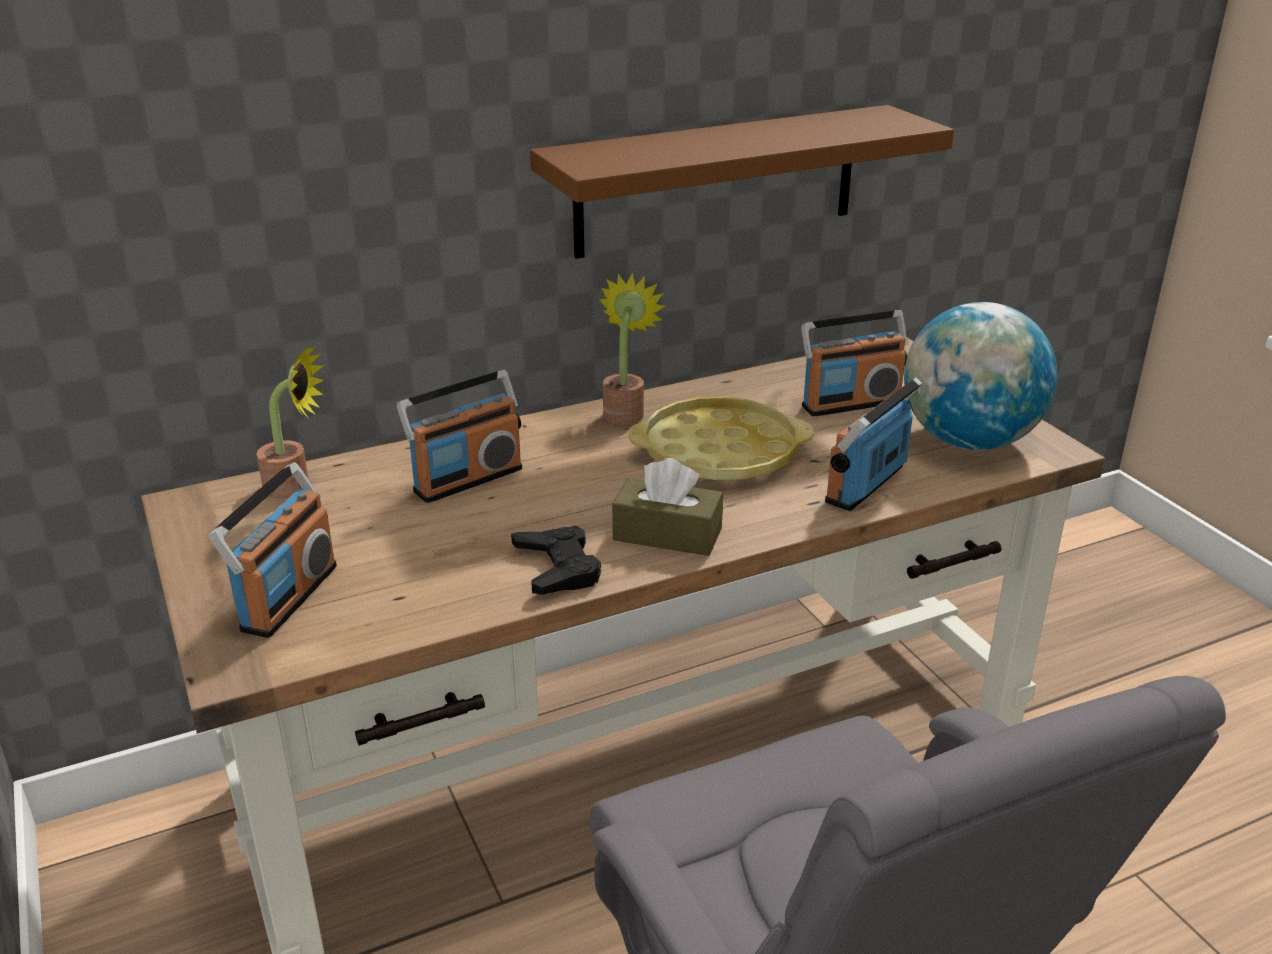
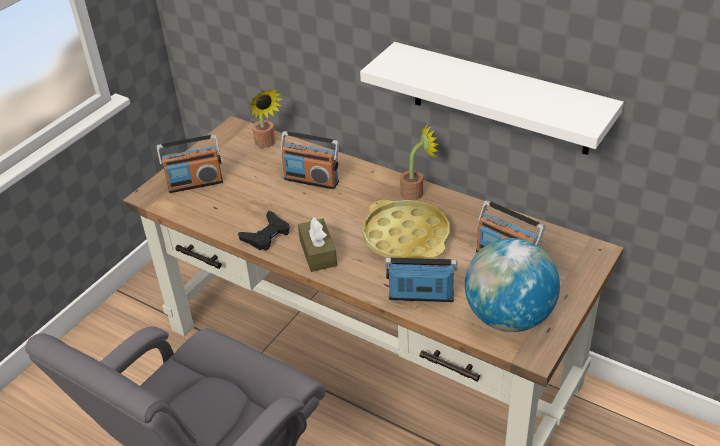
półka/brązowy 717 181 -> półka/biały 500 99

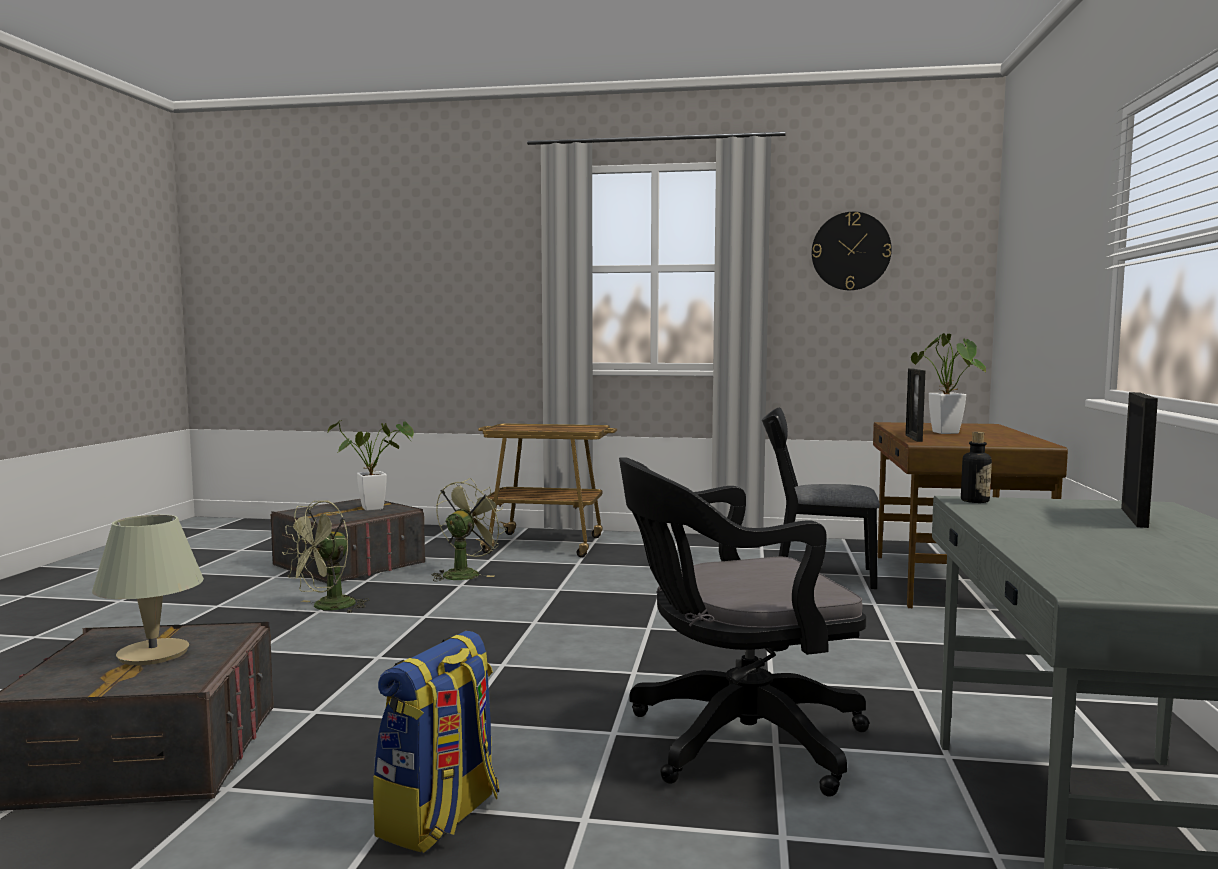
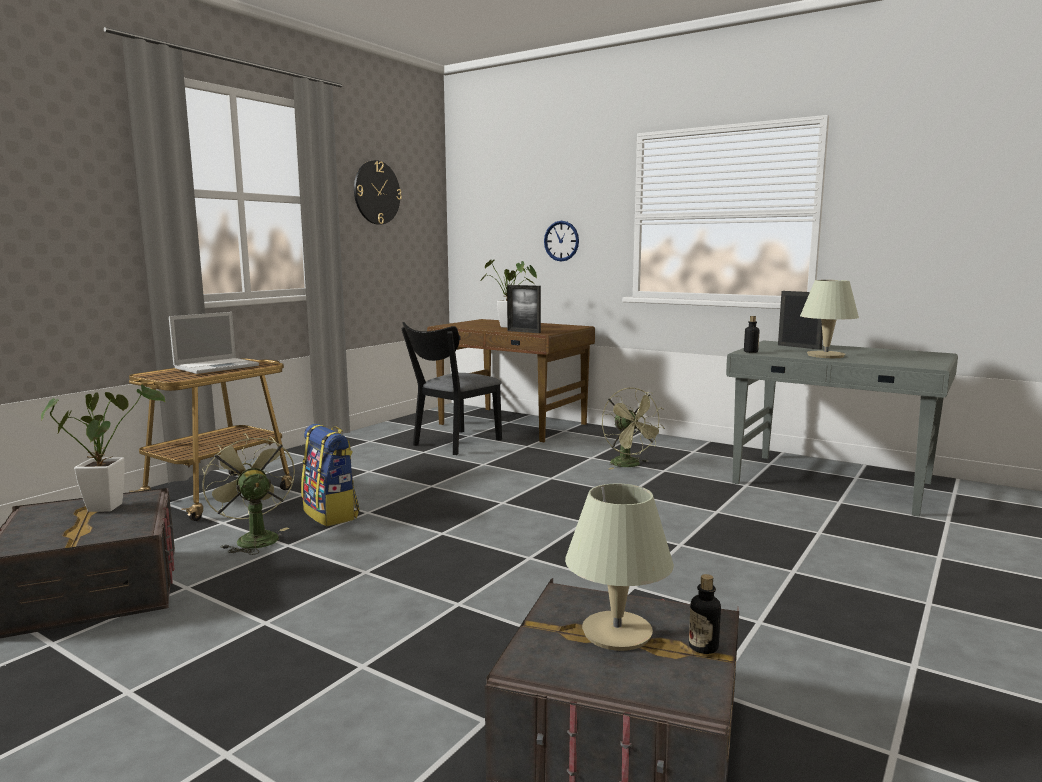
krzesło biurowe/czarny 734 741 -> none
none -> laptop 218 366
none -> zegar ścienny 561 241
none -> butelka 703 647
none -> lampa stołowa/beżowy 825 355
wentylator/zielony 327 608 -> wentylator/zielony 630 465, move
plecak 440 818 -> plecak 331 514, move

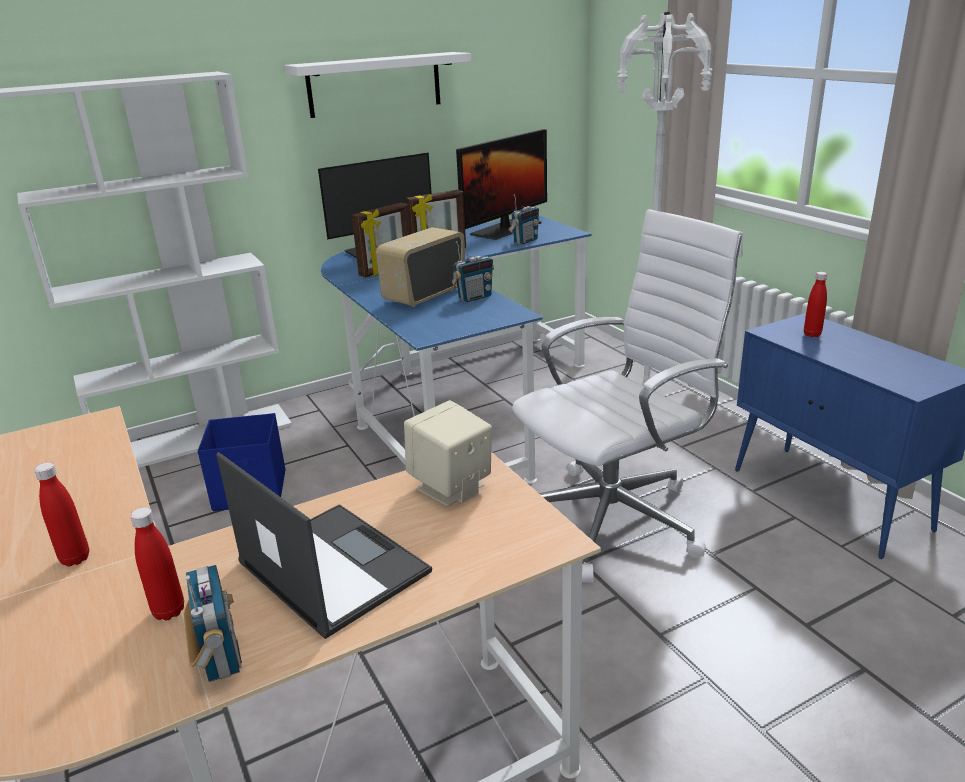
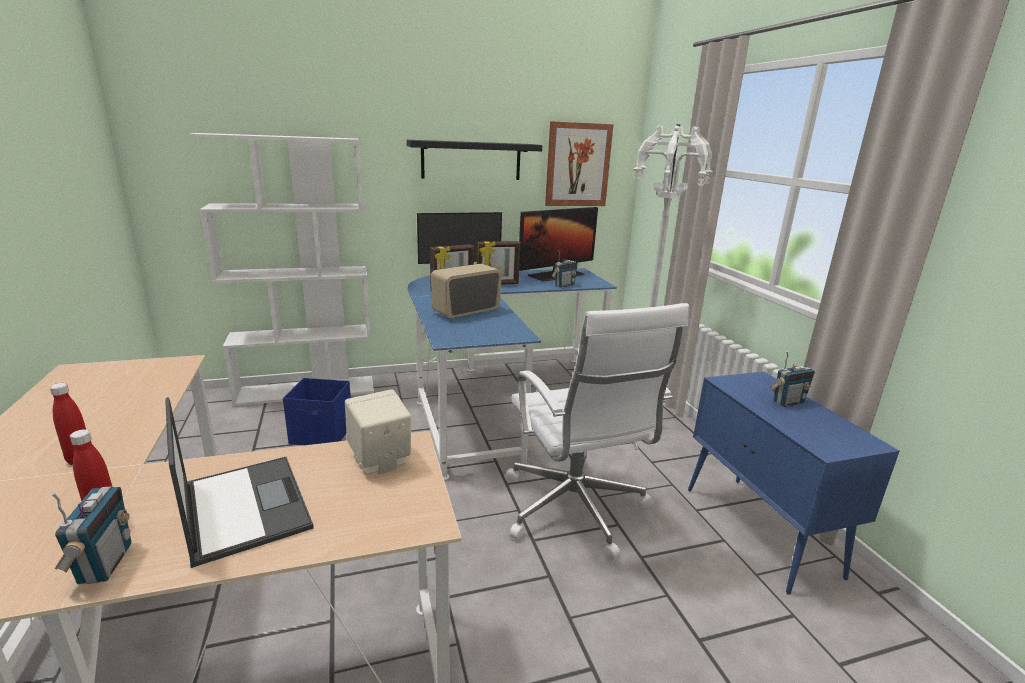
butelka/czerwony 812 334 -> none
none -> obraz 577 165
radio 474 297 -> radio 787 402, move
półka/biały 375 84 -> półka/czarny 471 160
krzesło biurowe/biały 616 519 -> krzesło biurowe/biały 575 510, 90 degrees clockwise

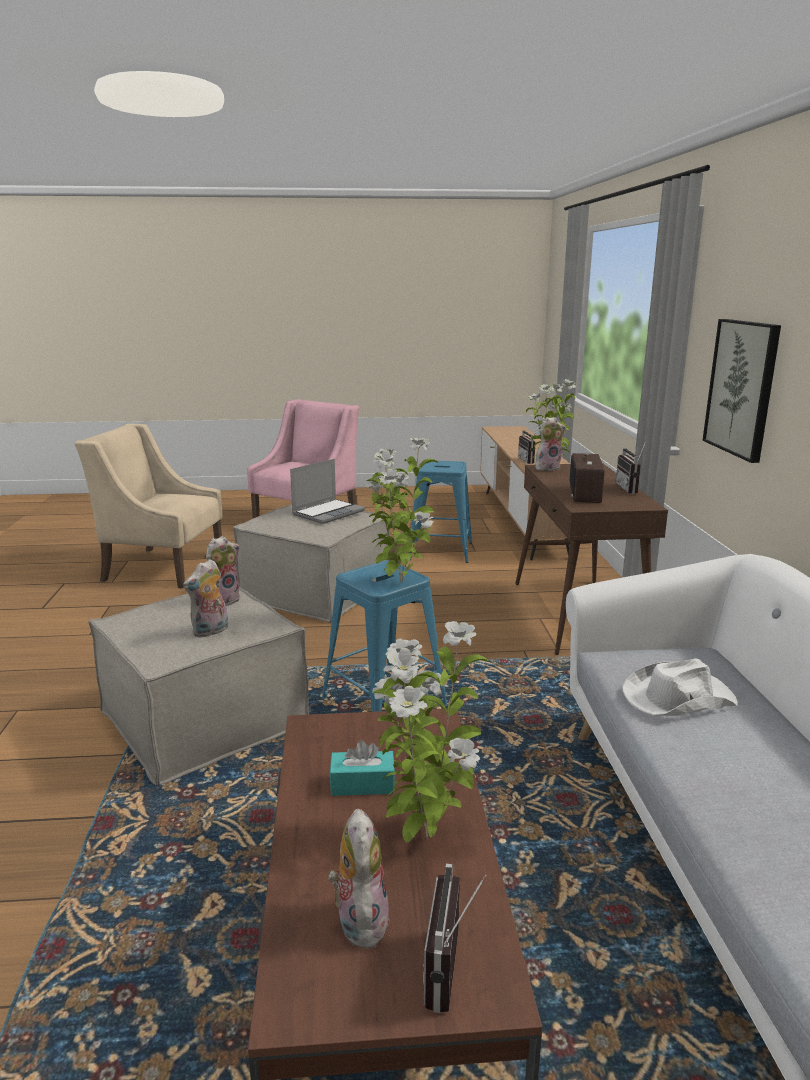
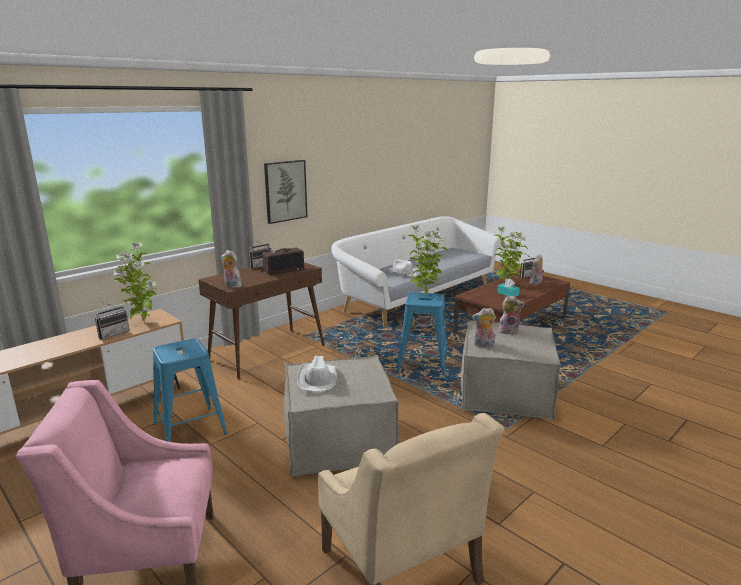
laptop 328 512 -> kapelusz/biały 317 379

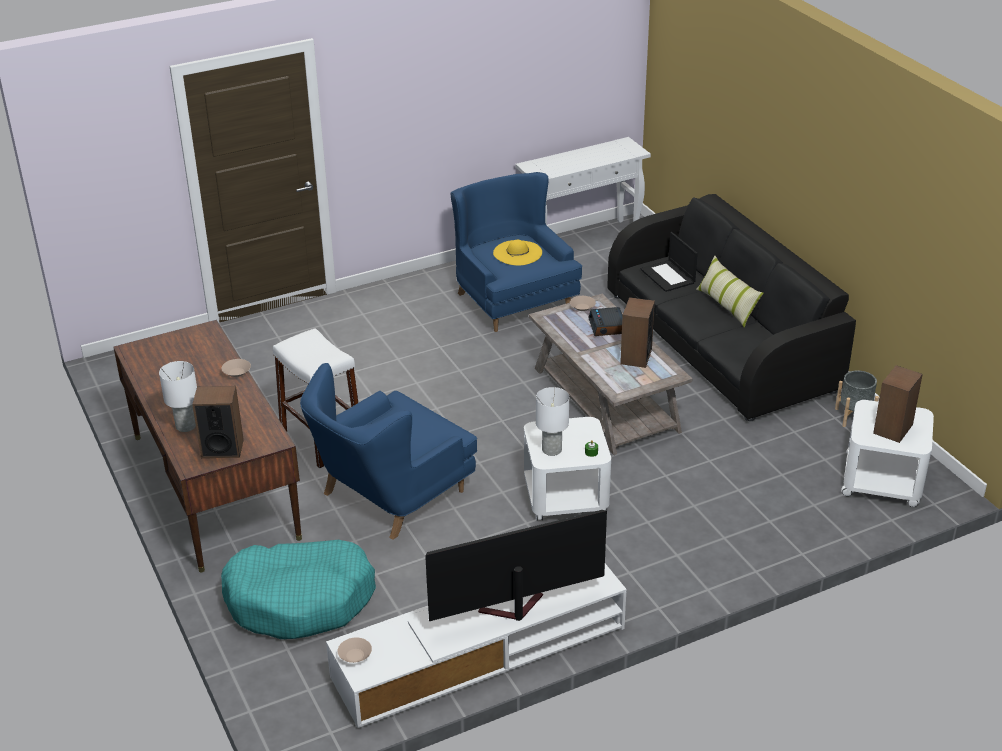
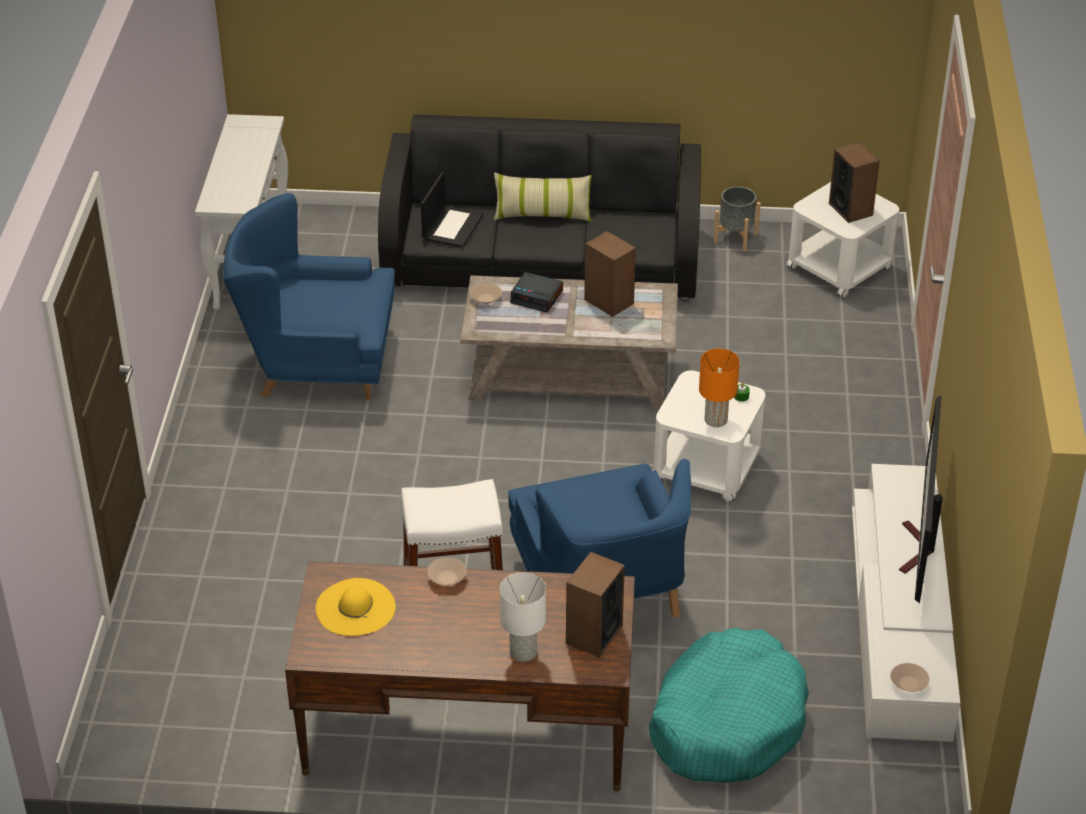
kapelusz/żółty 517 253 -> kapelusz/żółty 355 607, move
lampa stołowa/biały 552 450 -> lampa stołowa/pomarańczowy 716 420
laptop 668 276 -> laptop 452 226, 75 degrees counterclockwise

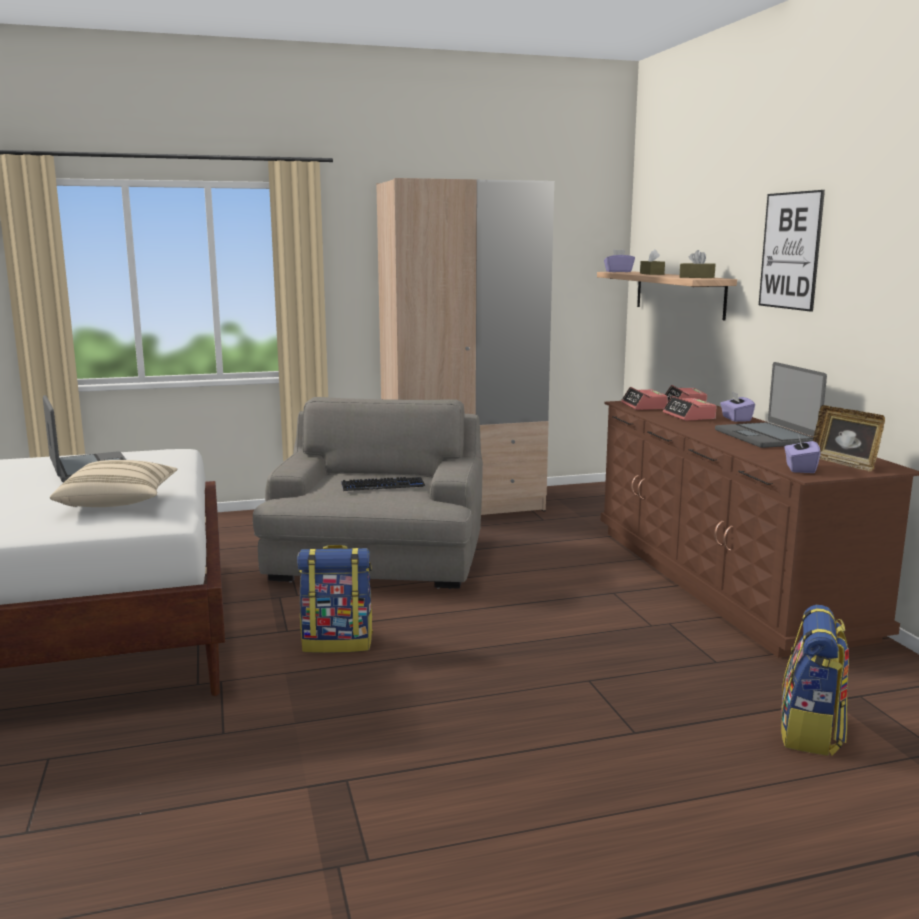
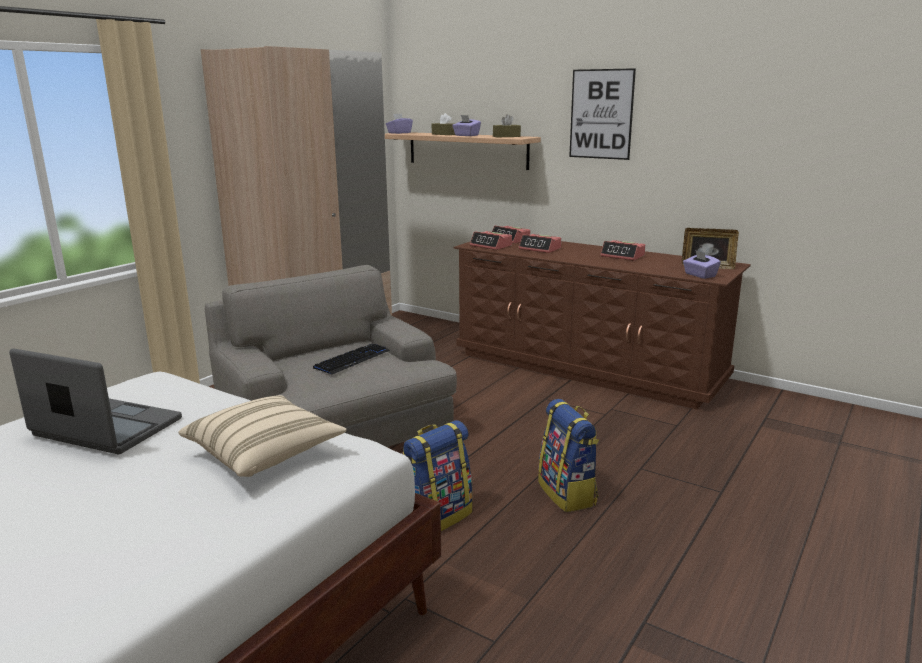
pudełko chusteczek/fioletowy 736 419 -> pudełko chusteczek/fioletowy 466 135, move
plecak 811 732 -> plecak 568 493, move
laptop 766 437 -> budzik 622 256

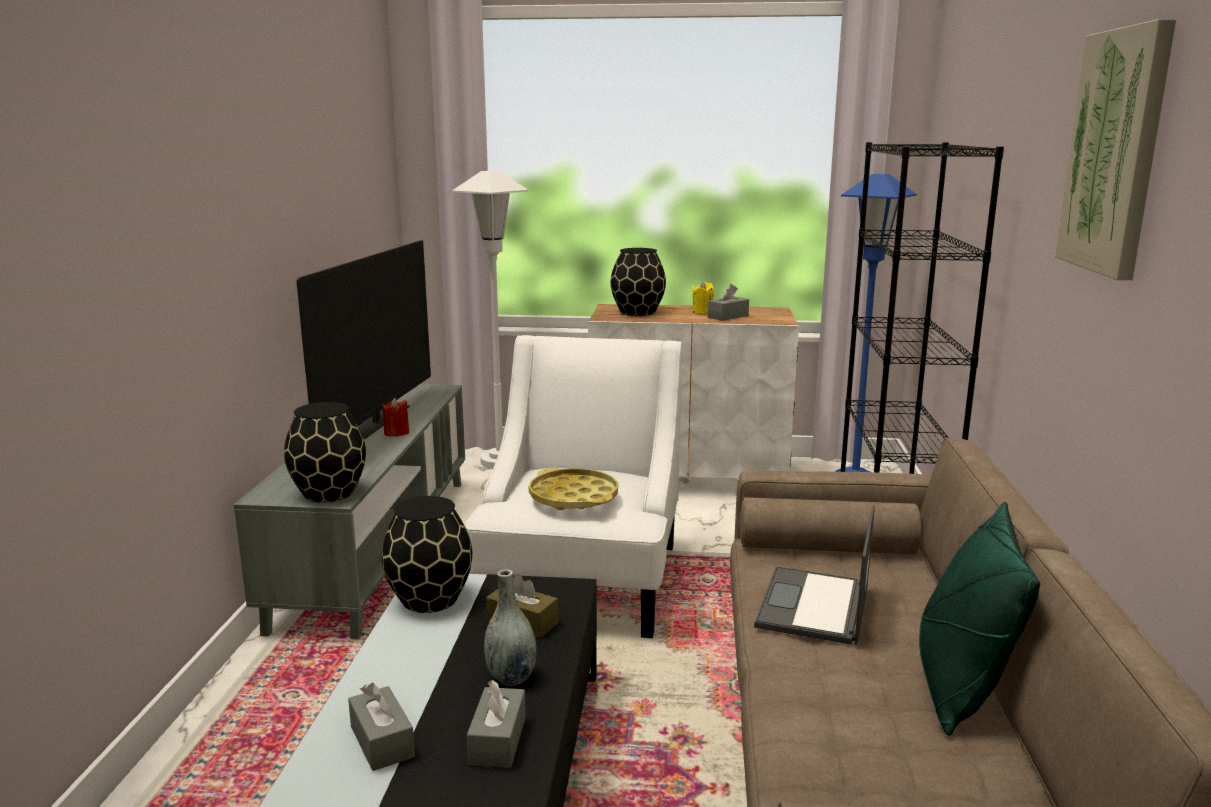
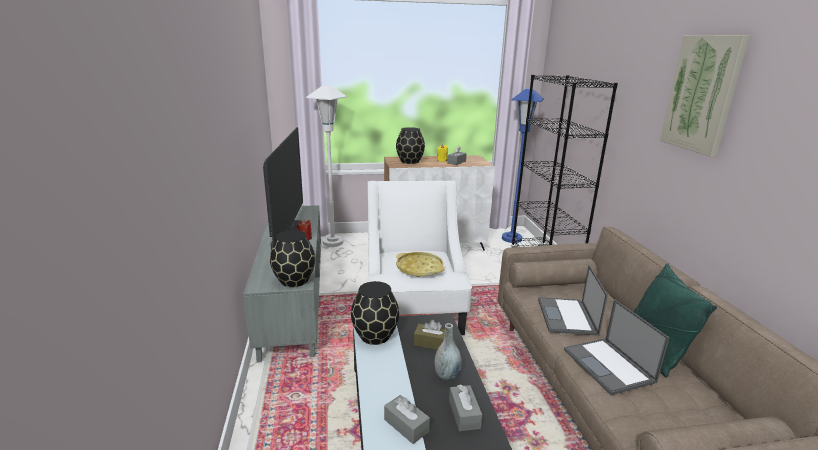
none -> laptop 609 366

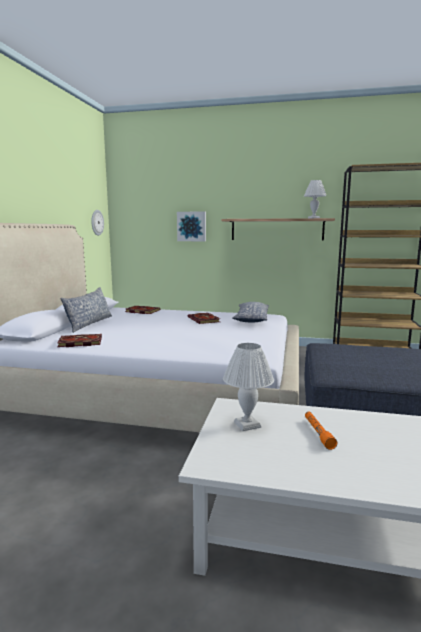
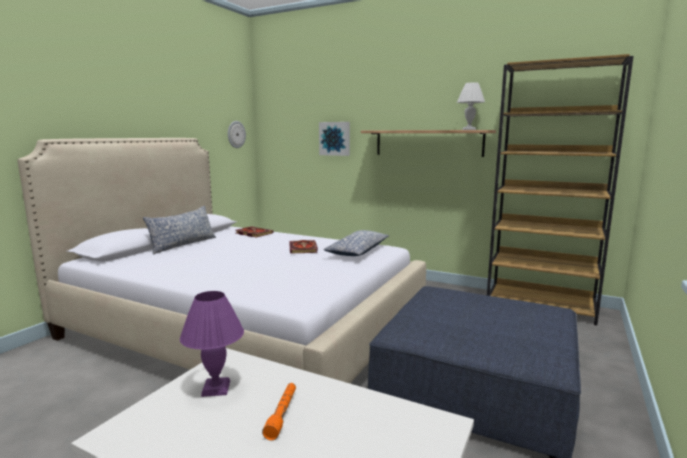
książka 79 342 -> none
lampa stołowa/biały 246 424 -> lampa stołowa/fioletowy 215 388

